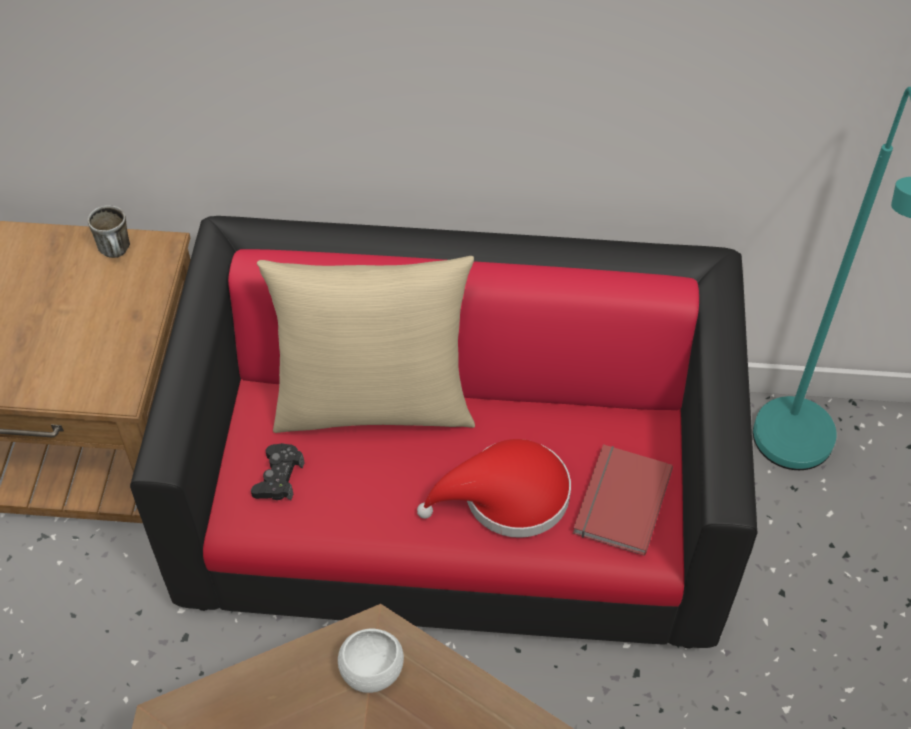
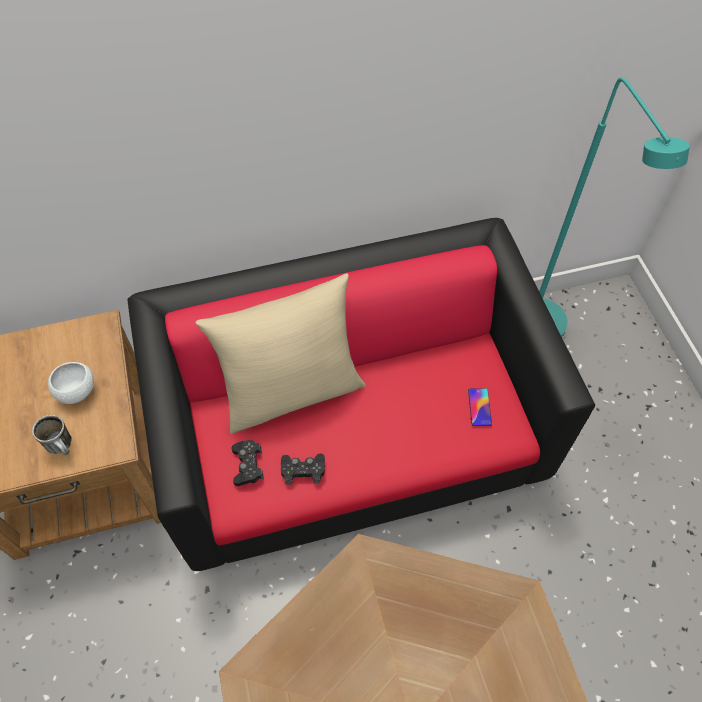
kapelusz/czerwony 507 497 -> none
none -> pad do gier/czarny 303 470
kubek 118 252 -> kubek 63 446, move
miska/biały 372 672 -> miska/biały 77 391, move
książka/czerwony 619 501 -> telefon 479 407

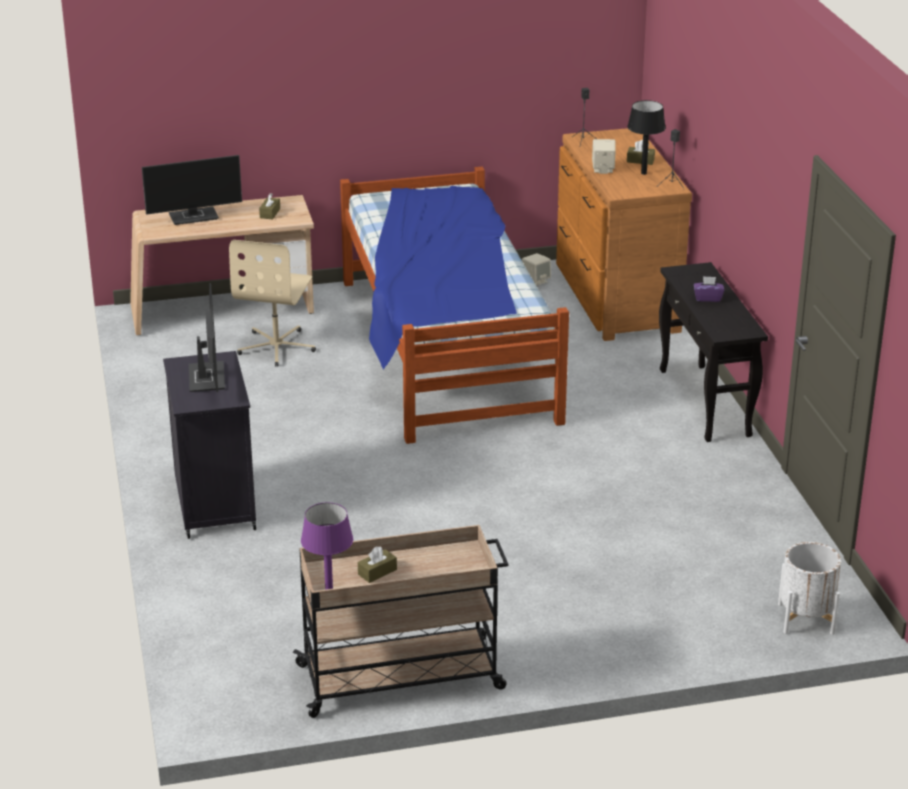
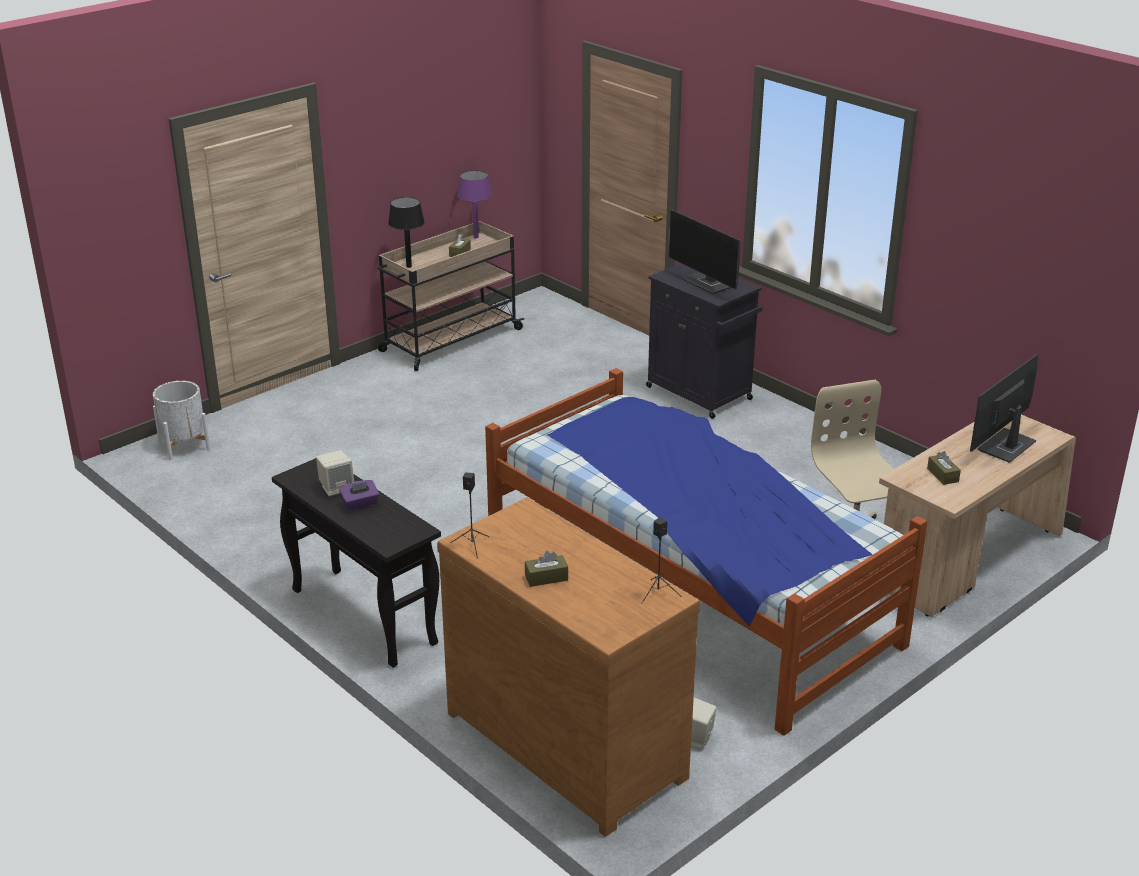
głośnik/beżowy 603 169 -> głośnik/beżowy 336 488, move
lampa stołowa/czarny 643 173 -> lampa stołowa/czarny 409 266, move

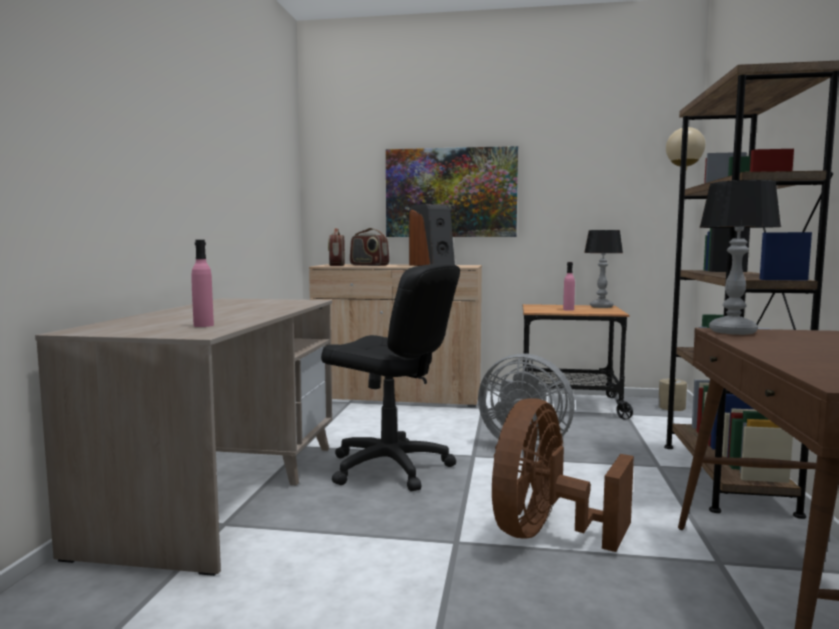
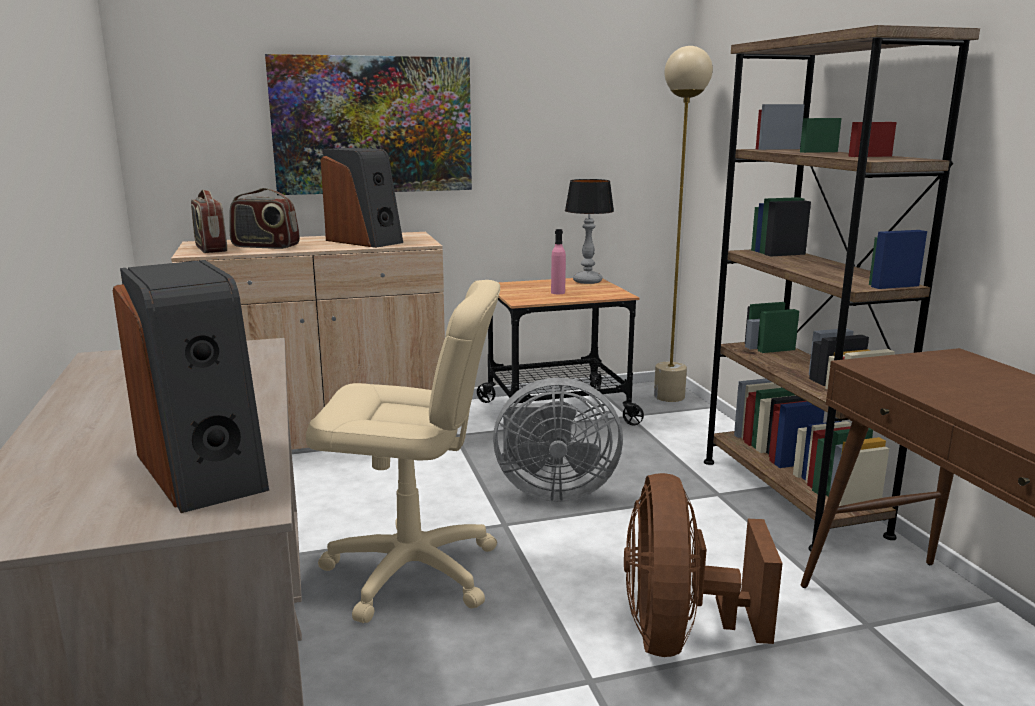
lampa stołowa 733 332 -> none
butelka/różowy 203 325 -> głośnik 205 470
krzesło biurowe/czarny 389 468 -> krzesło biurowe/beżowy 412 572

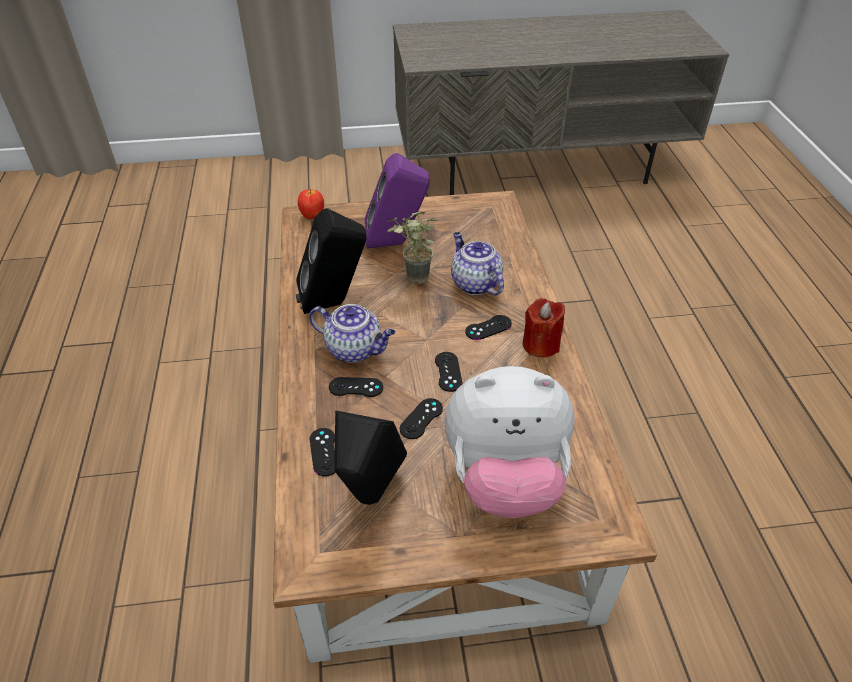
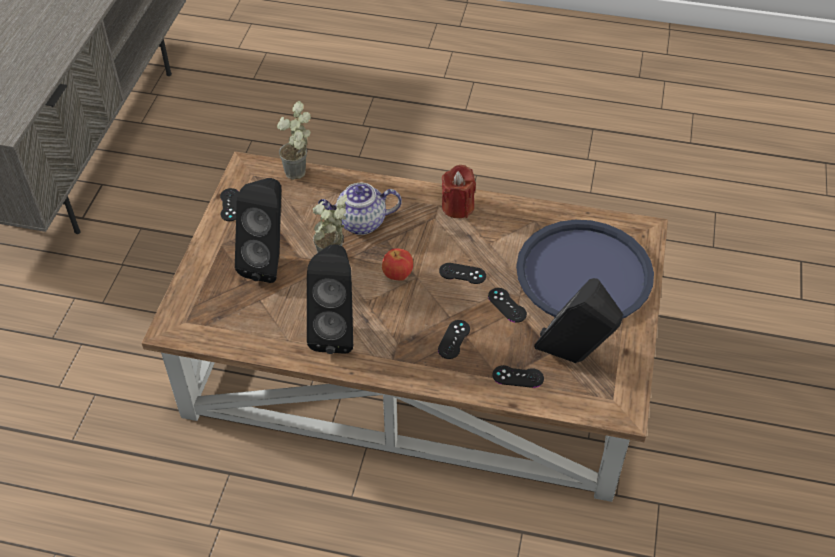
imbryk 355 349 -> none
none -> roślina doniczkowa 301 175
jabłko 312 216 -> jabłko 397 276, move
pad do gier/czarny 488 328 -> pad do gier/czarny 230 205, move
pluszak 505 479 -> taca/niebieski 583 273
głośnik/fioletowy 396 243 -> głośnik/czarny 268 262

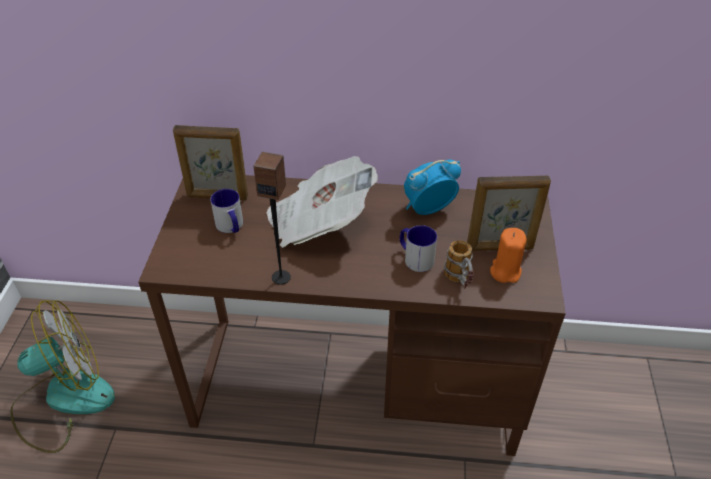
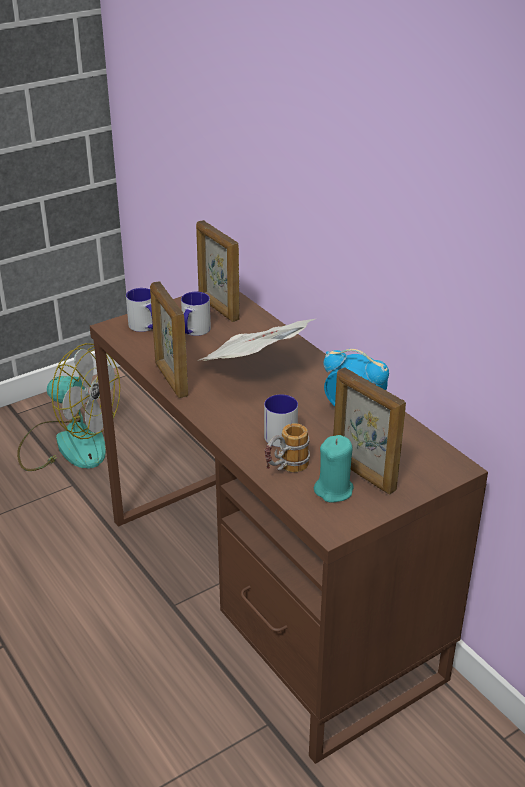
none -> kubek 145 327
głośnik 281 277 -> ramka na zdjęcie 171 379
świeca/pomarańczowy 505 271 -> świeca/turkusowy 334 490

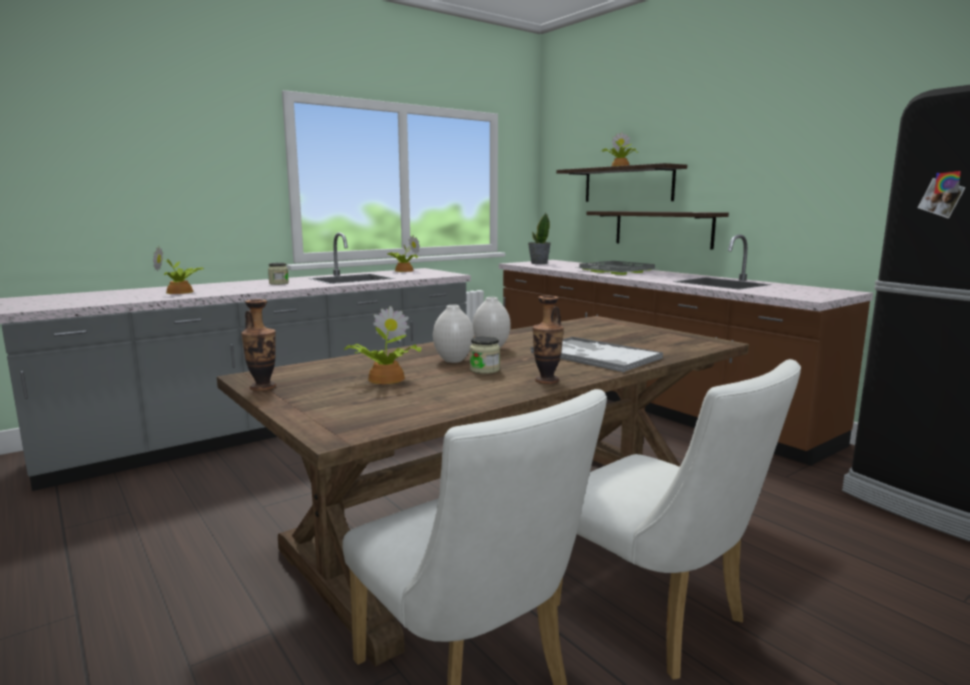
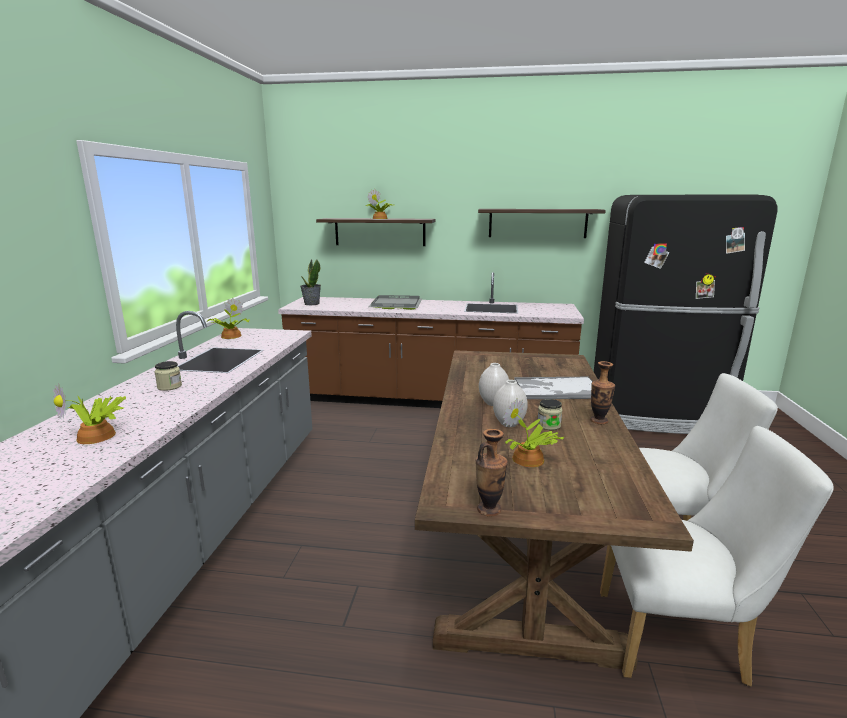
półka 662 229 -> półka 537 223, move

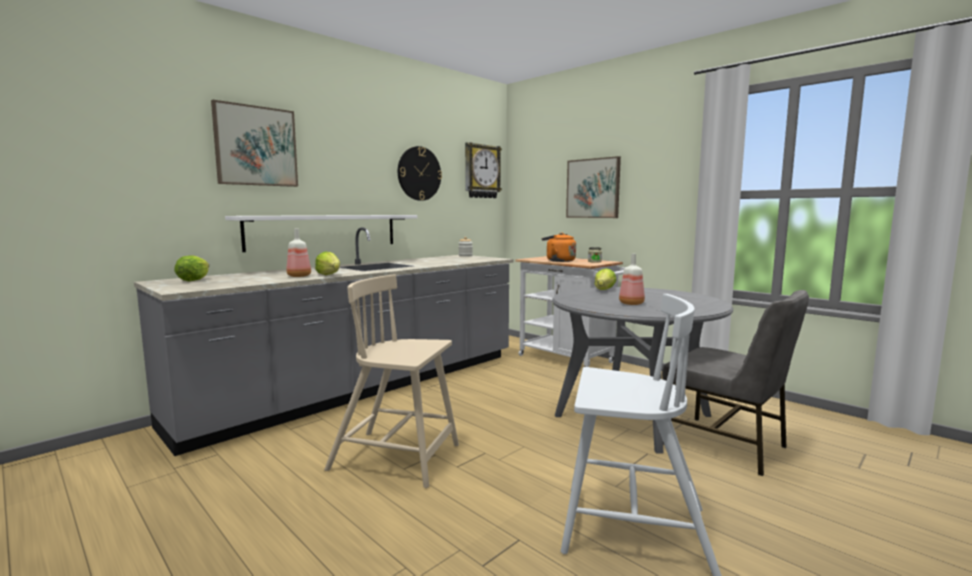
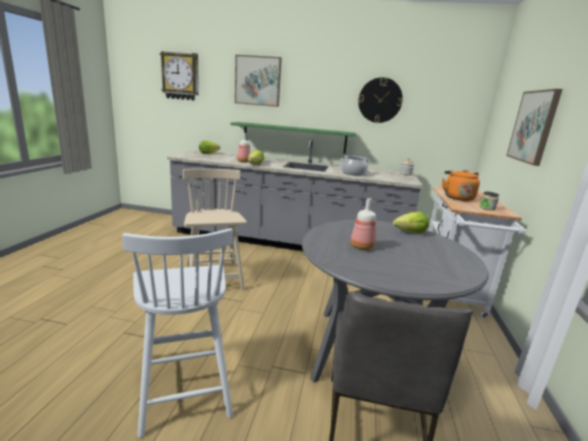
none -> garnek 353 173
zegar ścienny 481 171 -> zegar ścienny 180 76, move
półka/biały 325 231 -> półka/zielony 294 137

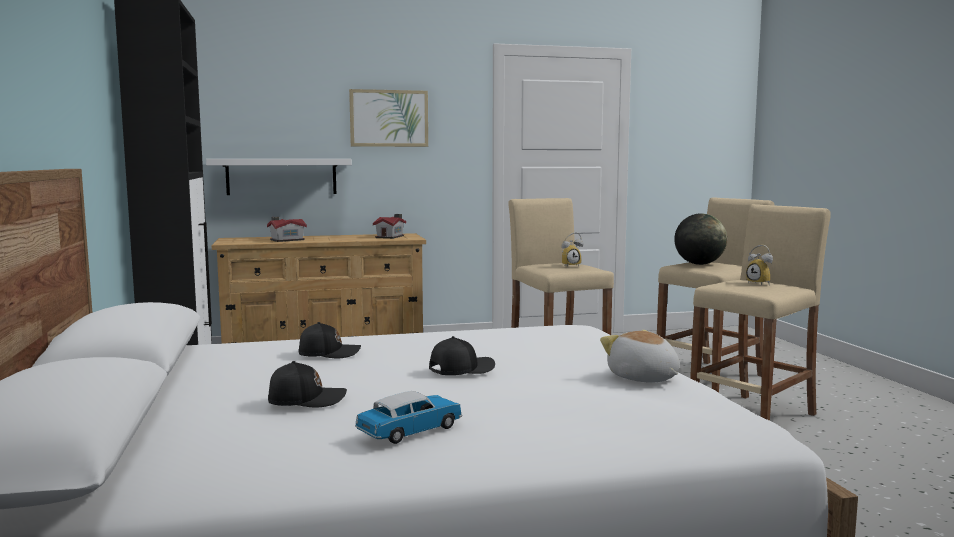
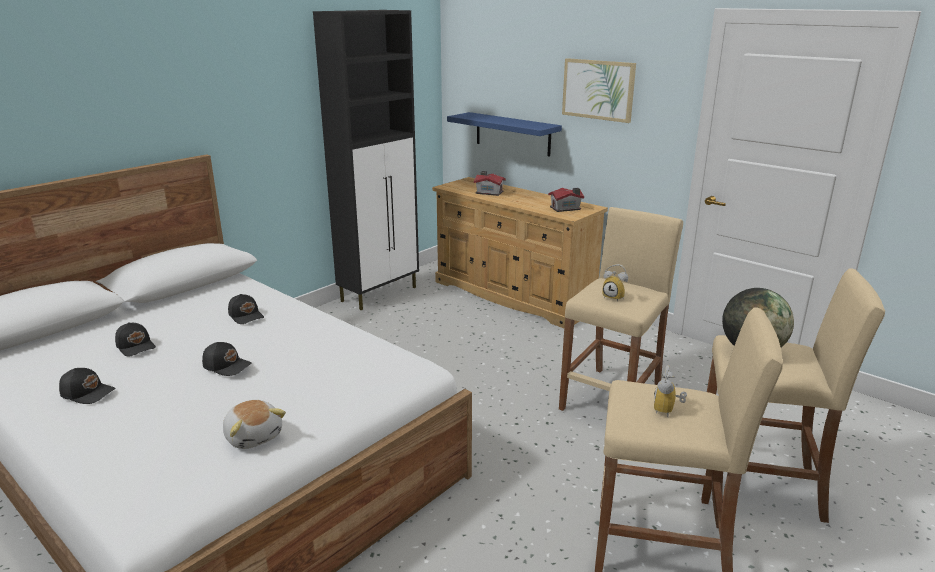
samochodzik 410 431 -> czapka z daszkiem/czarny 88 393
półka/biały 281 176 -> półka/niebieski 512 134
pluszak 642 378 -> pluszak 254 436, 120 degrees clockwise

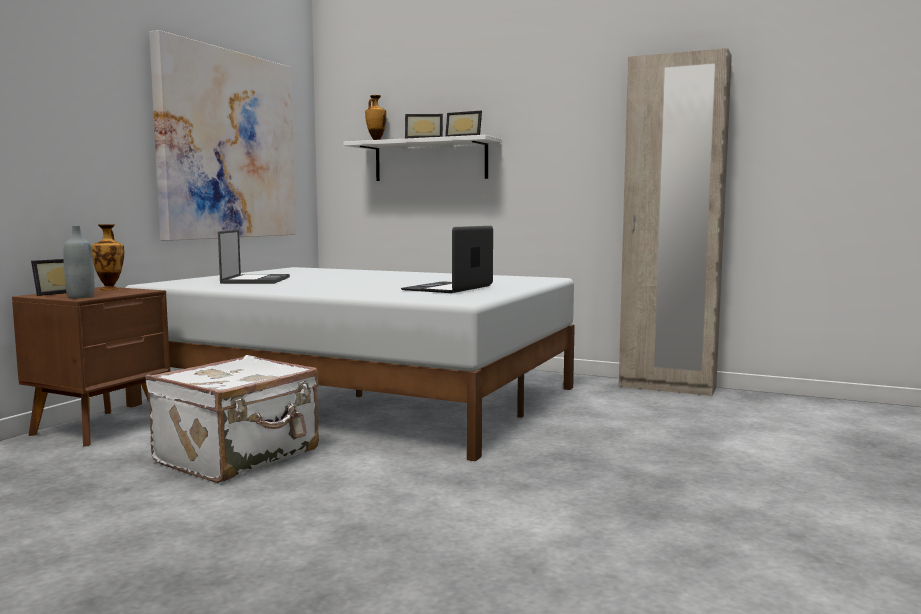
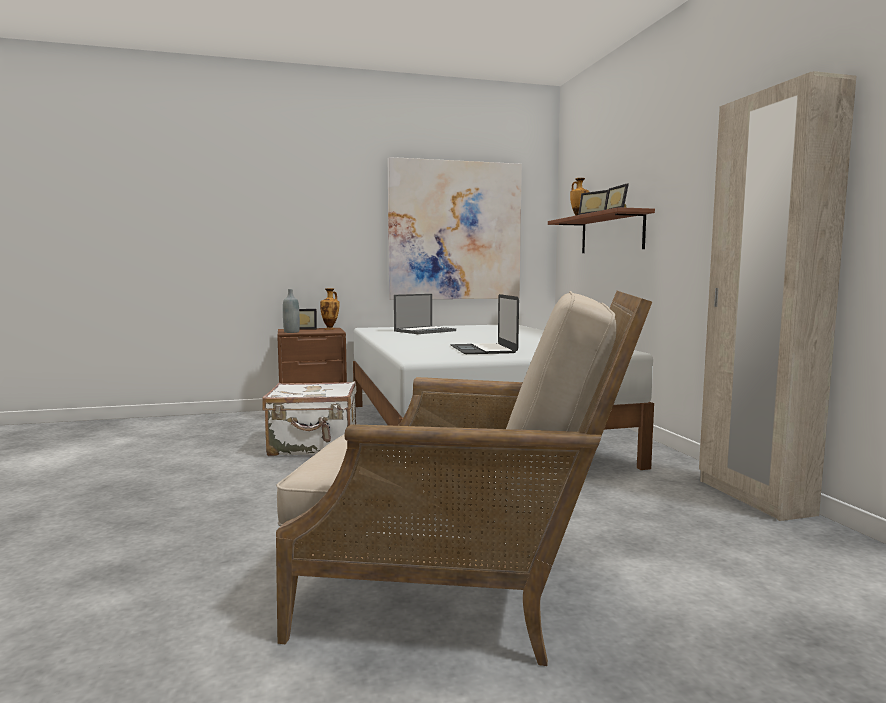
none -> fotel/beżowy 462 590
półka/biały 430 160 -> półka/brązowy 611 233
laptop 448 288 -> laptop 483 349, 90 degrees counterclockwise

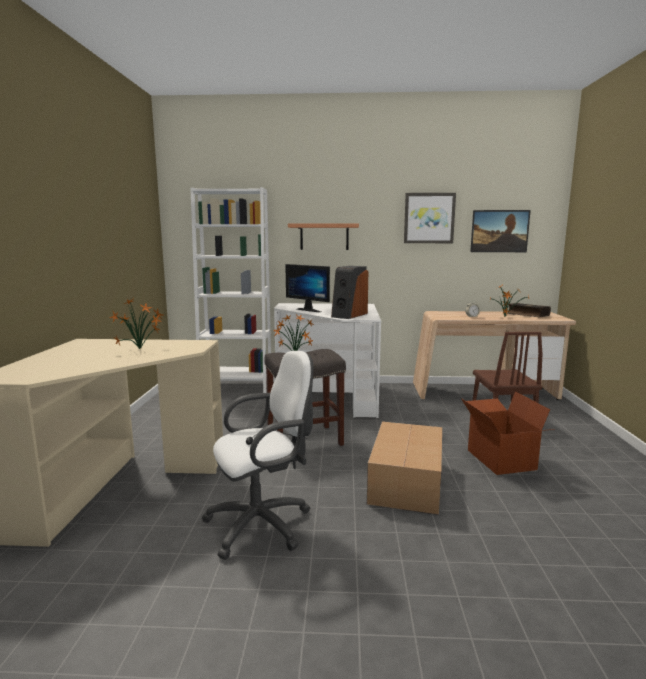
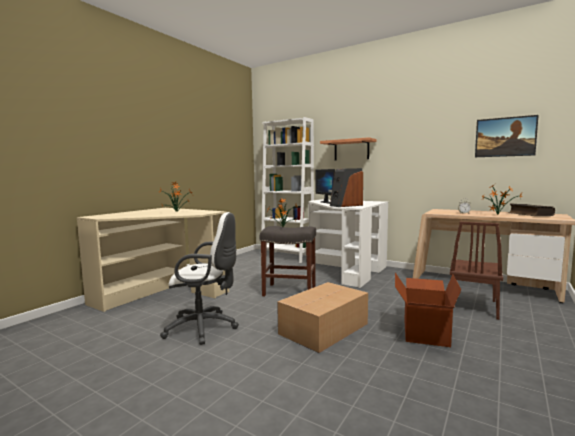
obraz 429 218 -> none

